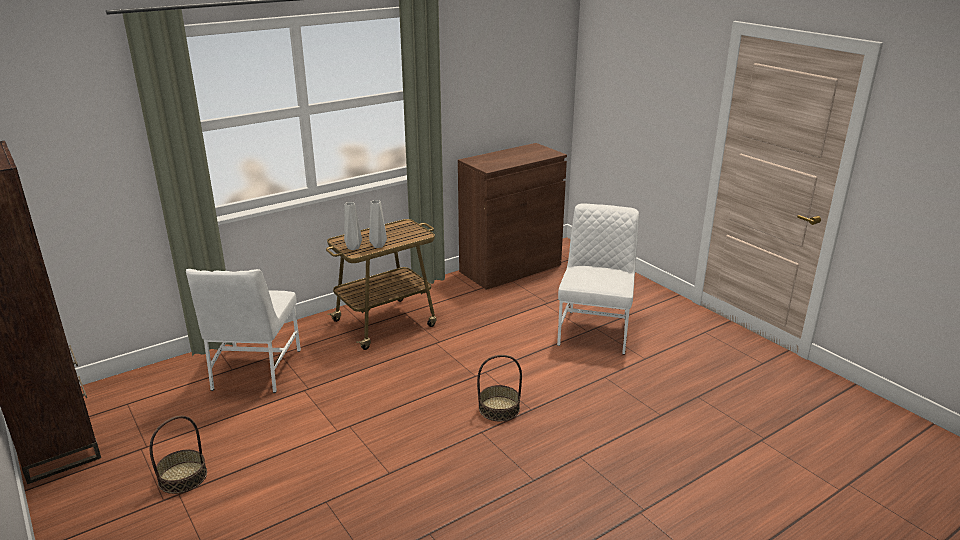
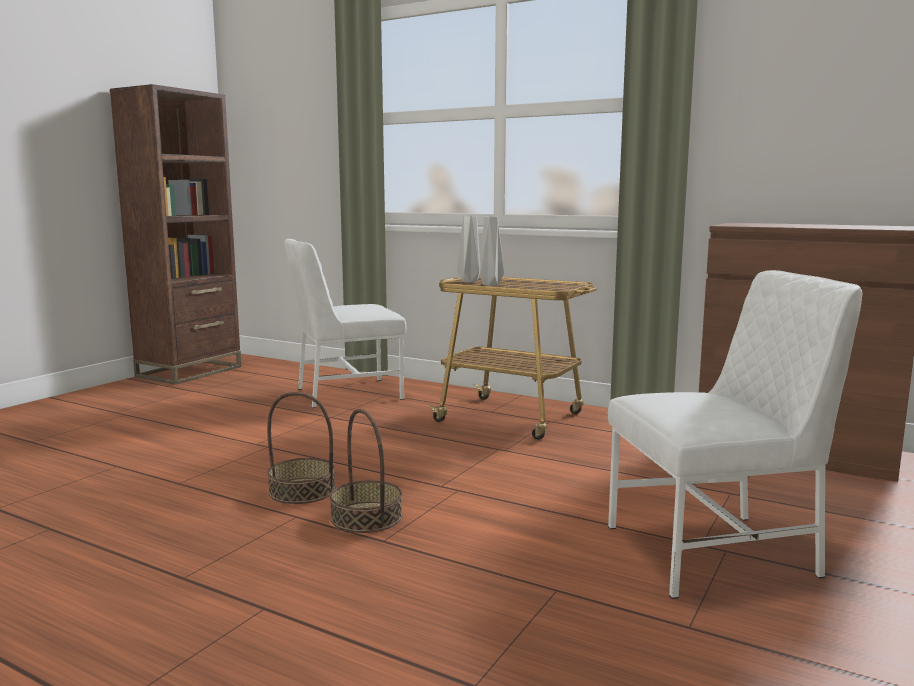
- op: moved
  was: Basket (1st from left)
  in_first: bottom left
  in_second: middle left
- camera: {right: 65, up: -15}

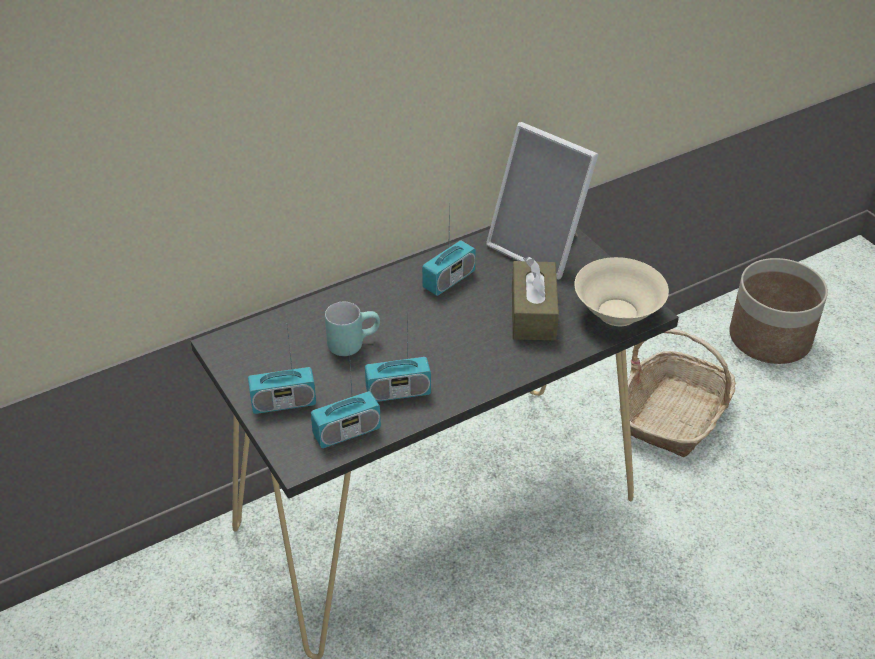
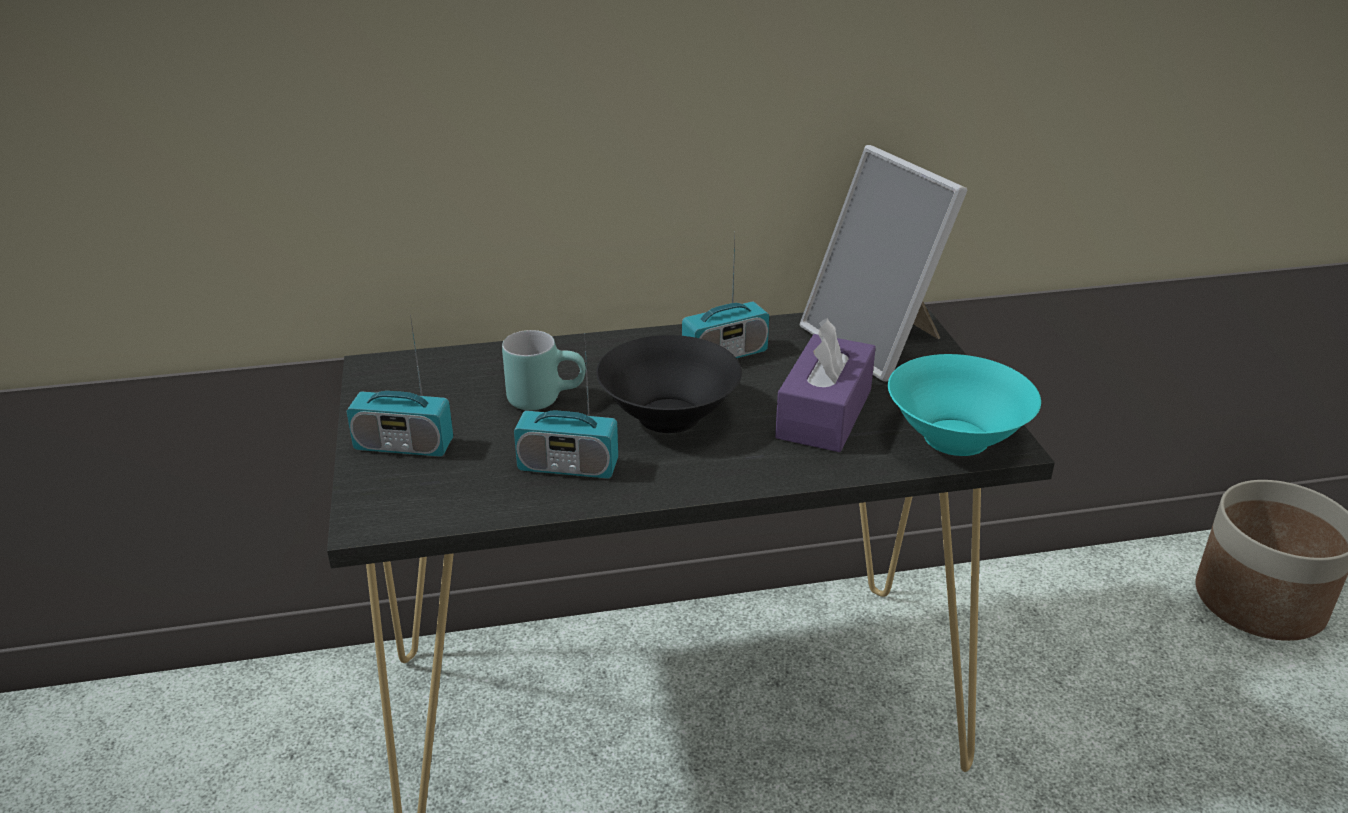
- op: recoloured
  was: BrownTissueBox
  now: PurpleTissueBox
  in_first: centre
  in_second: centre
- op: recoloured
  was: BeigeBowl
  now: TurquoiseBowl
  in_first: middle right
  in_second: middle right
- op: removed
  was: Basket
  in_first: middle right
- op: removed
  was: Radio (2nd from left)
  in_first: centre
- op: added
  now: BlackBowl
  in_second: centre
- camera: {right: 20, up: -10}

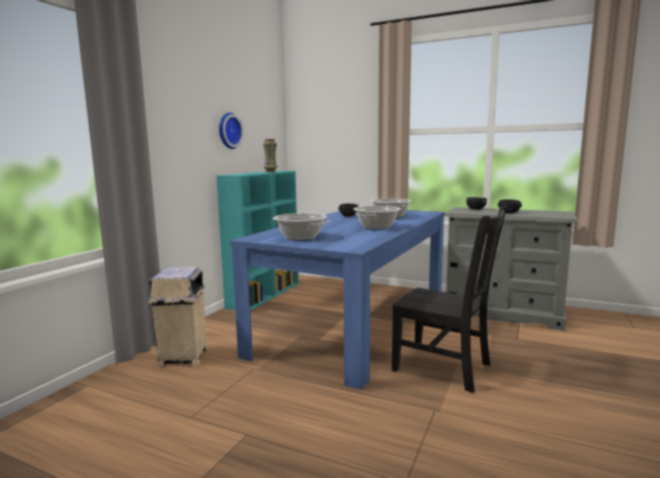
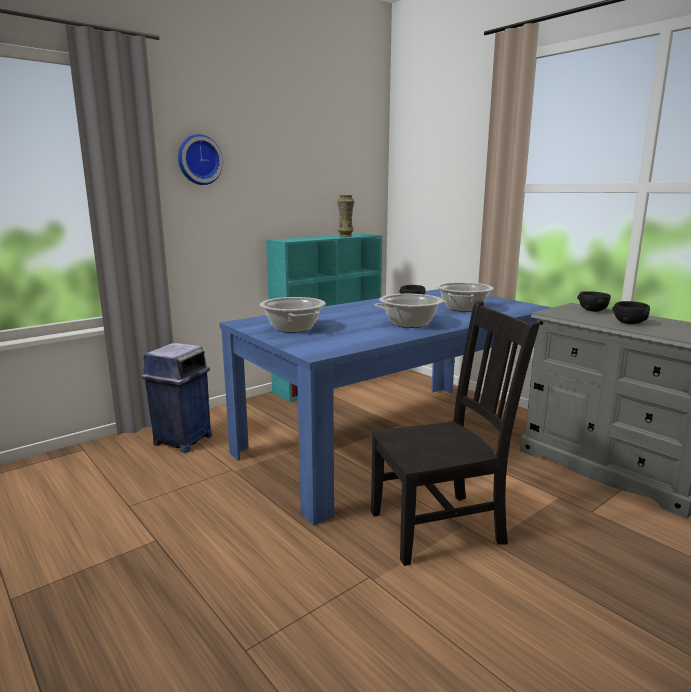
- op: moved
  was: WallClock
  in_first: top centre
  in_second: top left
- op: turned
  was: BlackChair
  in_first: middle right
  in_second: centre
  clockwise: -75
- op: recoloured
  was: BeigeTrashCan
  now: BlueTrashCan
  in_first: middle left
  in_second: middle left
- camera: {right: 25, up: 5}

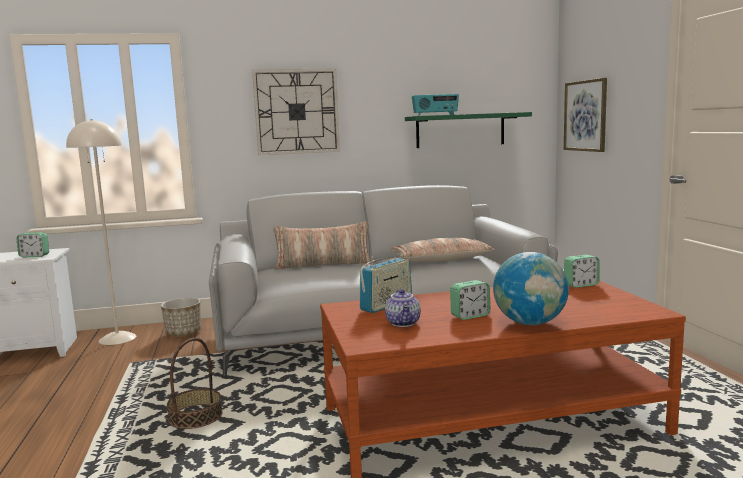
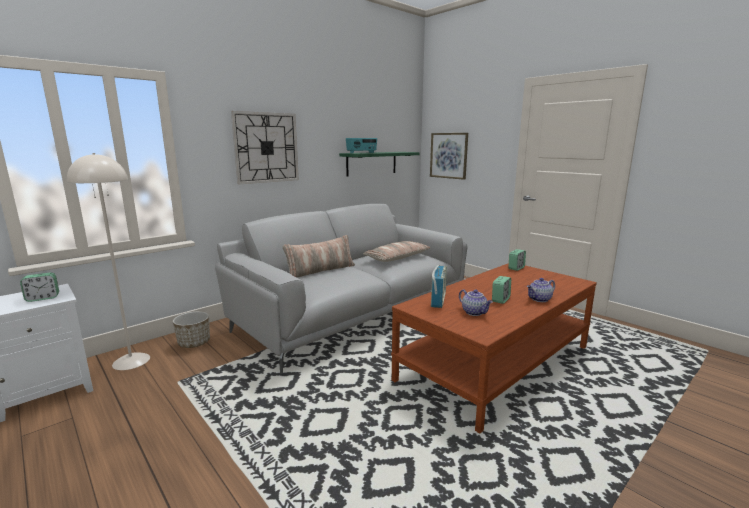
- op: replaced
  was: Globe
  now: Teapot (2nd from left)
  in_first: middle right
  in_second: middle right
- op: removed
  was: Basket
  in_first: bottom left
- camera: {right: -30, up: 5}

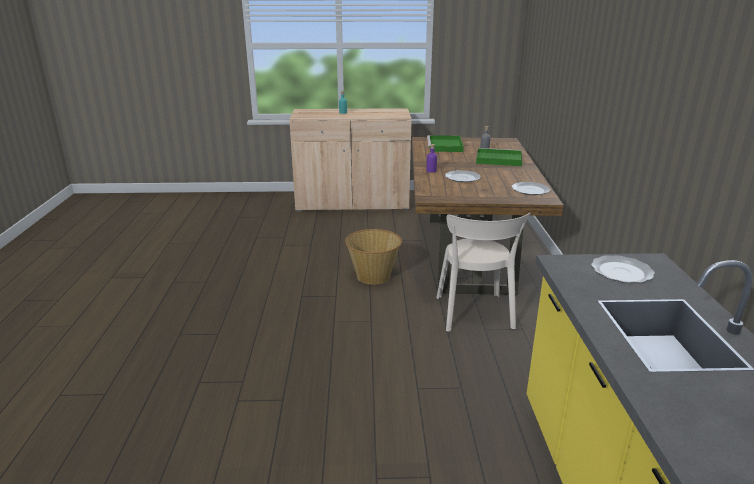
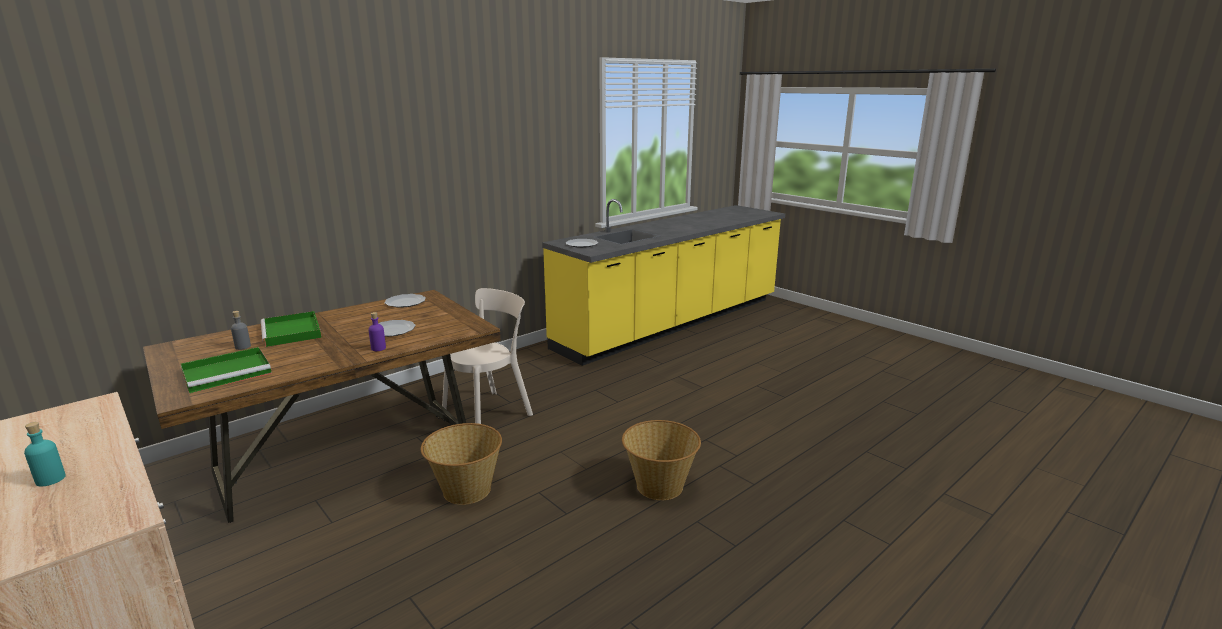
- op: added
  now: Basket (2nd from left)
  in_second: bottom centre
- camera: {right: -130, up: -5}

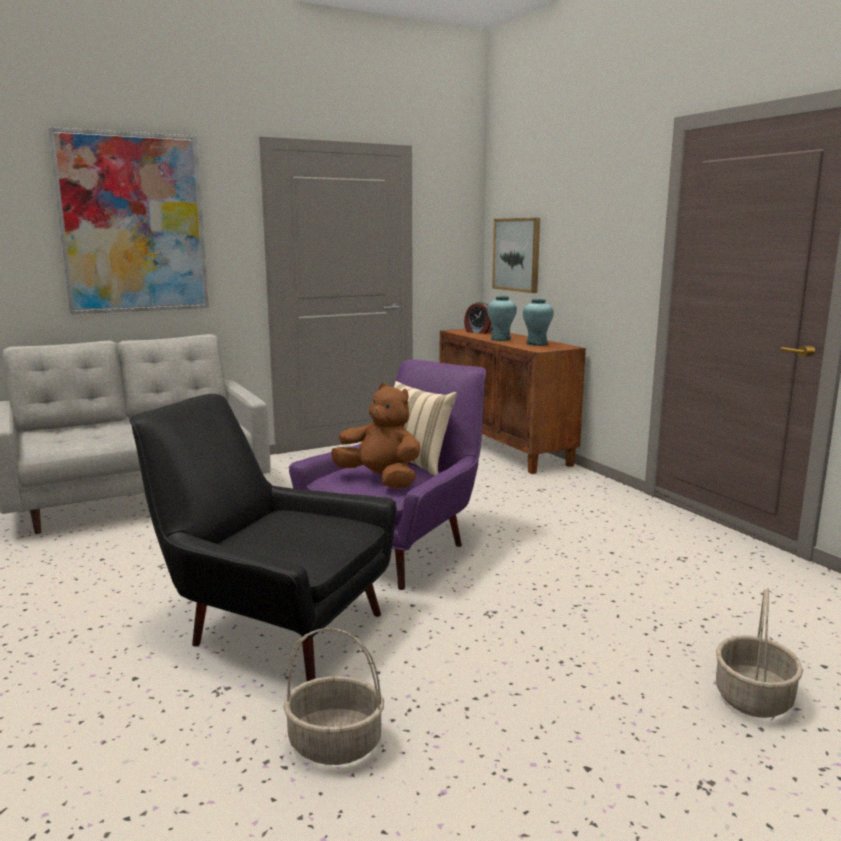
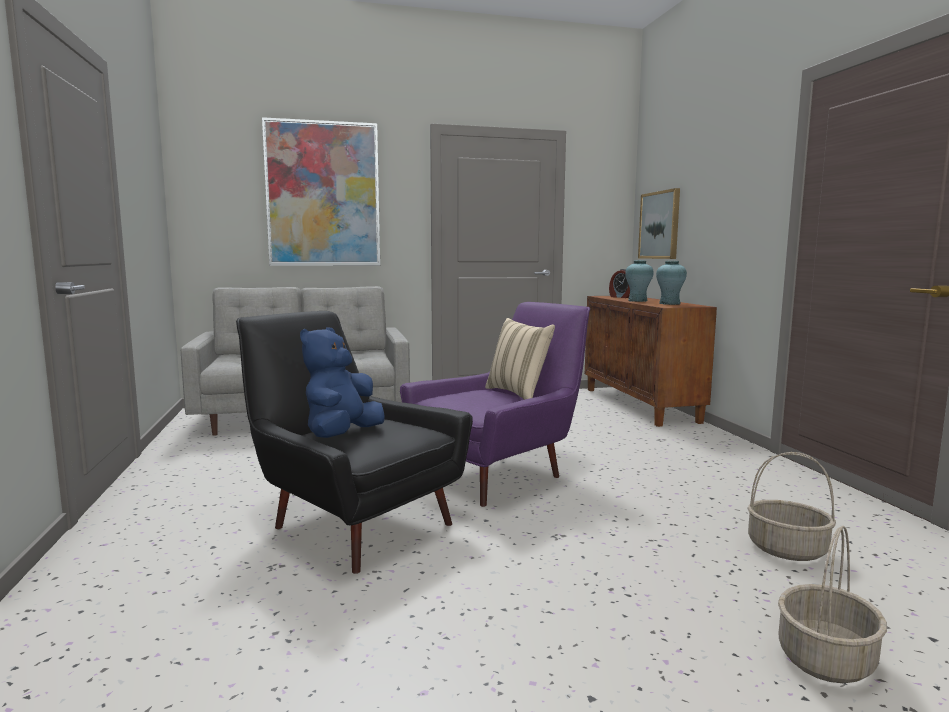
- op: removed
  was: BrownPlushToy
  in_first: centre
- op: moved
  was: Basket (1st from left)
  in_first: bottom centre
  in_second: bottom right
- op: added
  now: BluePlushToy
  in_second: centre
- camera: {right: 15, up: -5}

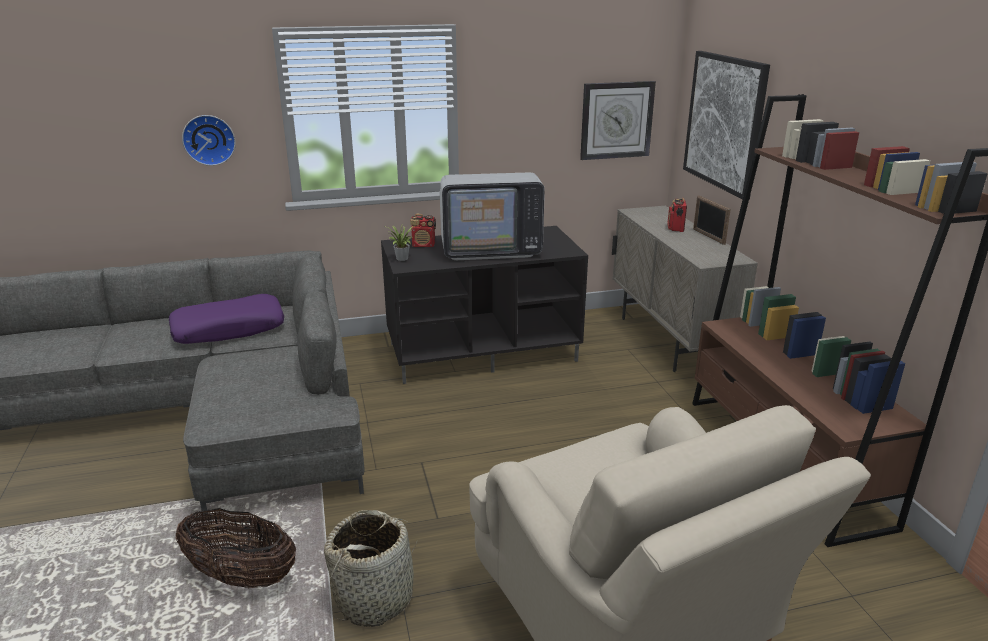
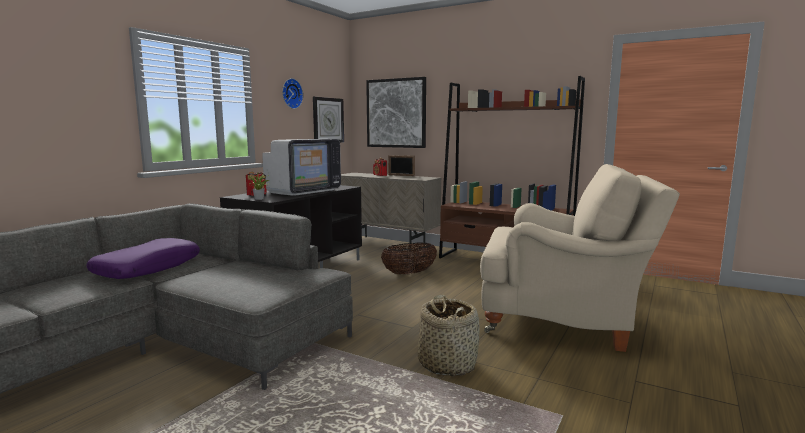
- op: moved
  was: WallClock (1st from left)
  in_first: top left
  in_second: top centre
- op: moved
  was: Basket (1st from left)
  in_first: bottom left
  in_second: centre
- camera: {right: -45, up: -15}

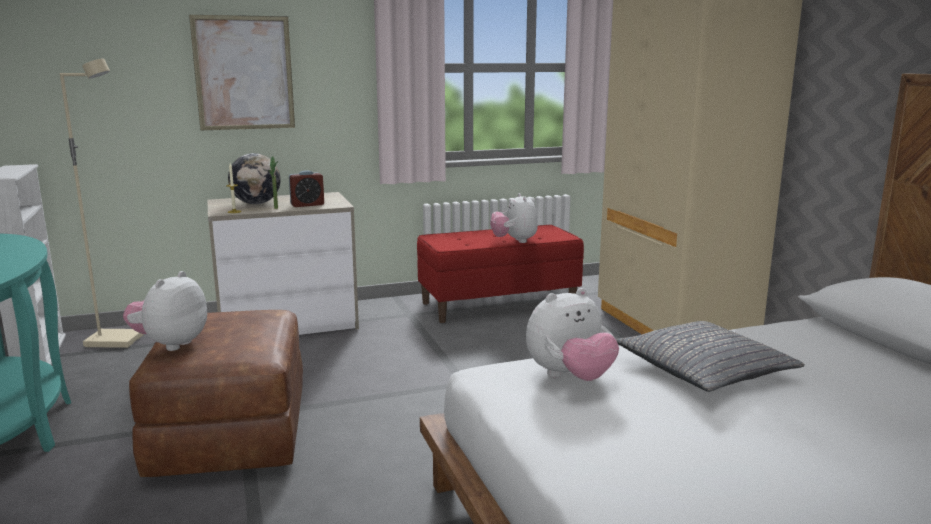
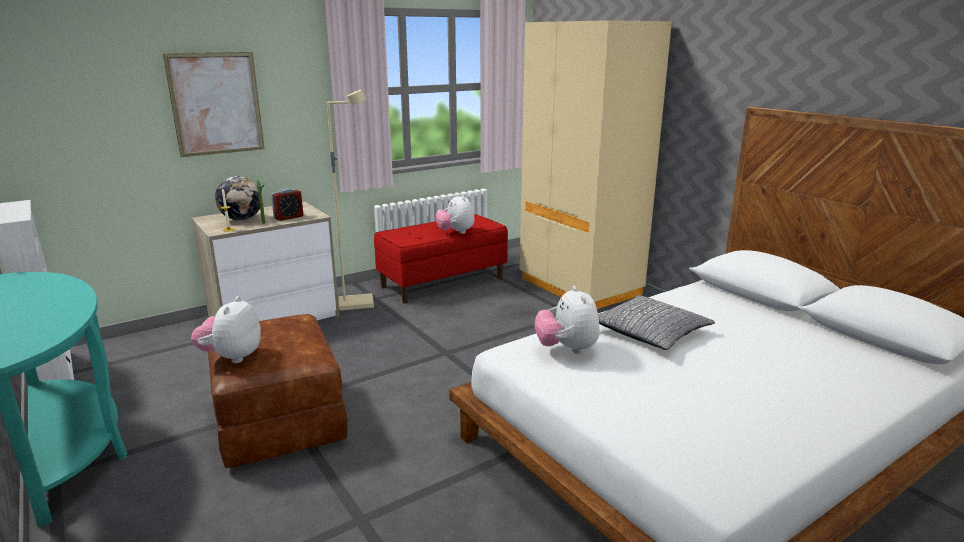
- op: moved
  was: BeigeFloorLamp
  in_first: middle left
  in_second: centre
- op: turned
  was: PlushToy (3rd from left)
  in_first: centre
  in_second: centre
  clockwise: 120
- camera: {right: -15, up: 5}

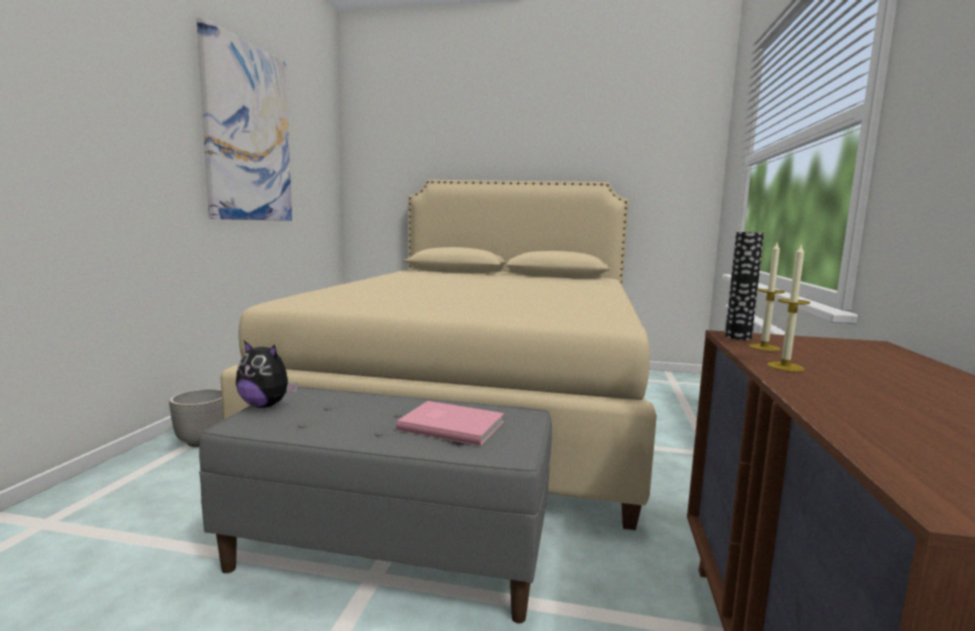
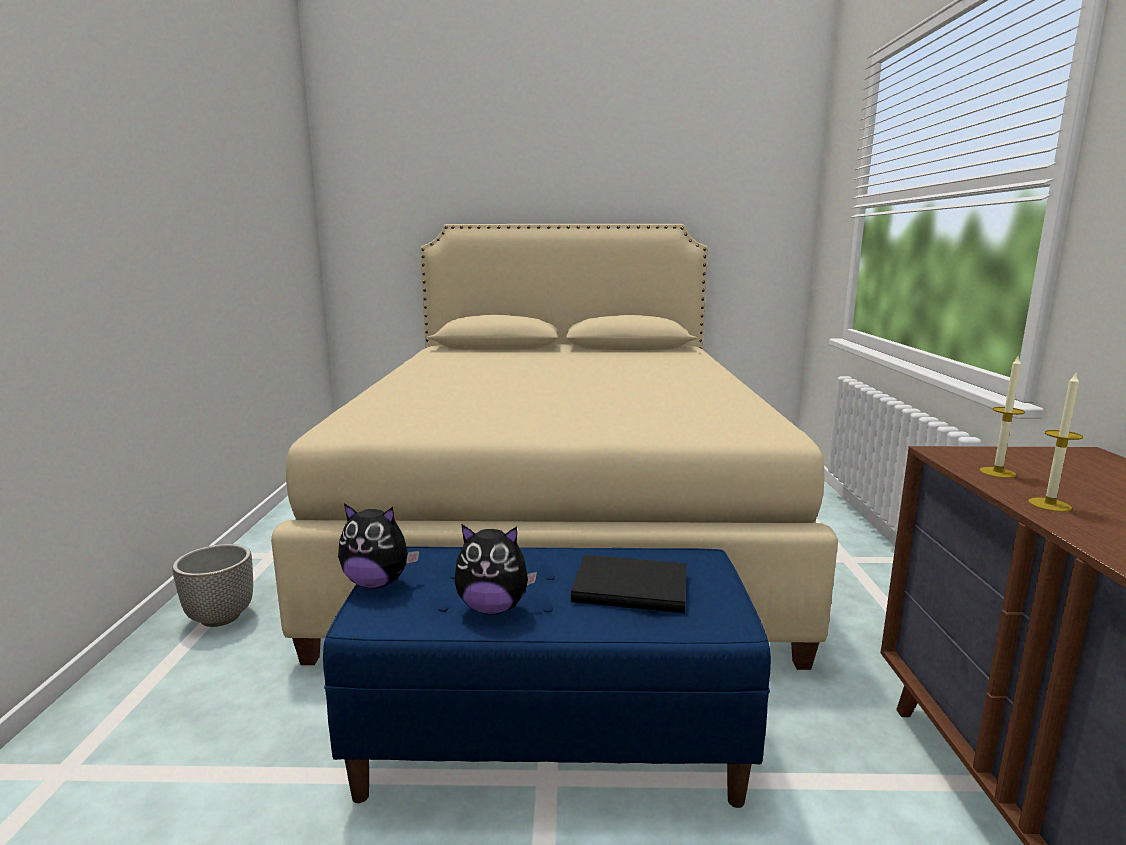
- op: removed
  was: Picture
  in_first: top left
- op: removed
  was: Vase
  in_first: middle right
- op: recoloured
  was: GreyBench
  now: BlueBench
  in_first: bottom centre
  in_second: bottom centre
- op: recoloured
  was: PinkBook
  now: BlackBook
  in_first: bottom centre
  in_second: bottom centre
- op: added
  now: PlushToy (2nd from left)
  in_second: bottom centre
- camera: {right: -10, up: 5}

